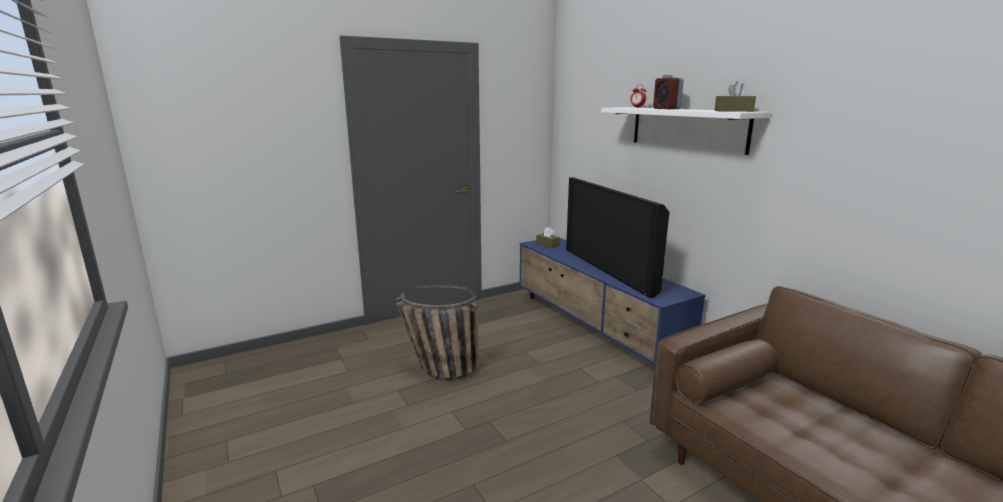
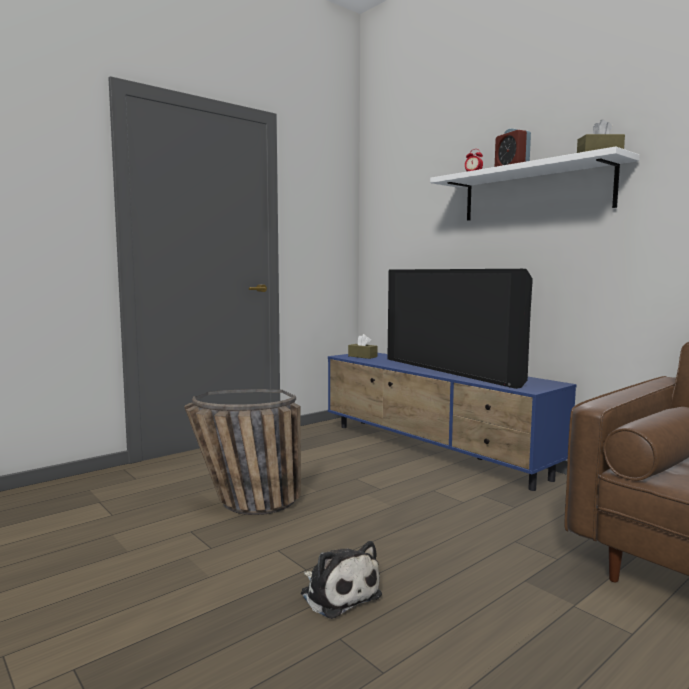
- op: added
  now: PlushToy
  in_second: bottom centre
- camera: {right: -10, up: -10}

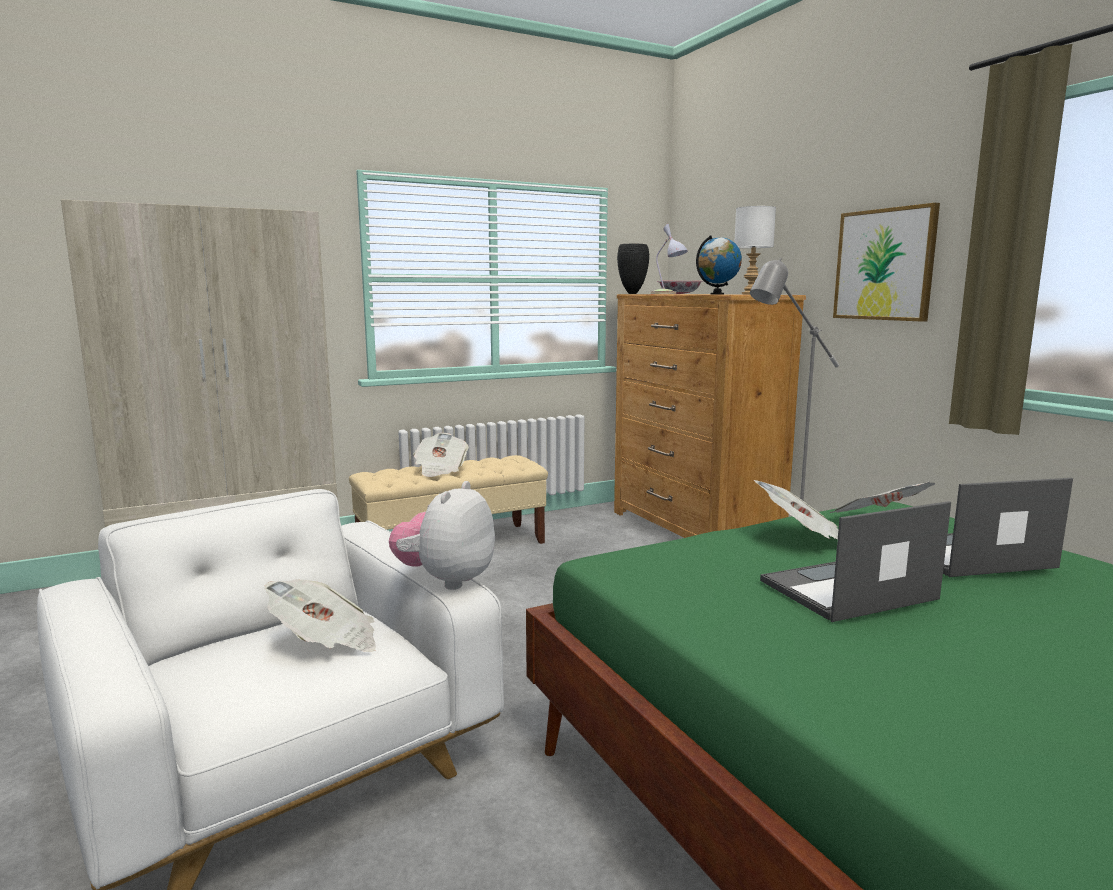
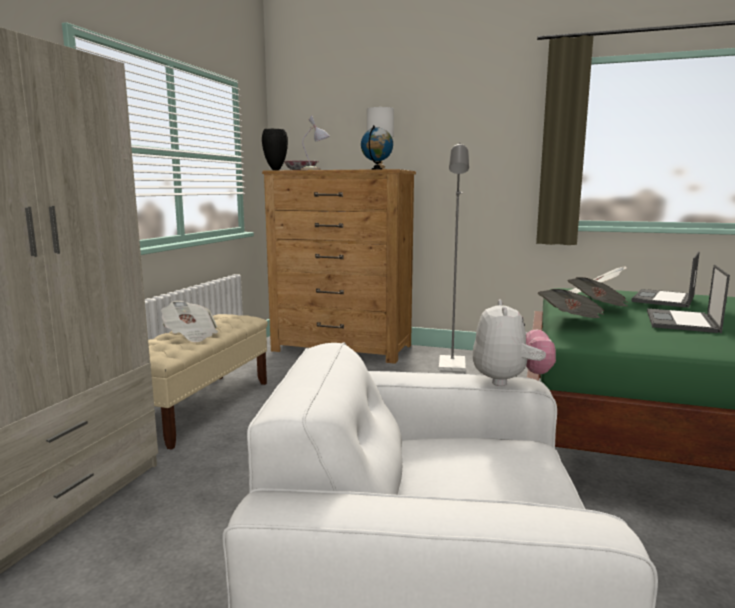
- op: removed
  was: Picture
  in_first: top right
- op: turned
  was: PlushToy
  in_first: centre
  in_second: middle right
  clockwise: -150
- op: moved
  was: Newspaper (1st from left in the first image)
  now: Newspaper (2nd from left)
  in_first: bottom left
  in_second: middle right
- camera: {right: -45, up: 0}

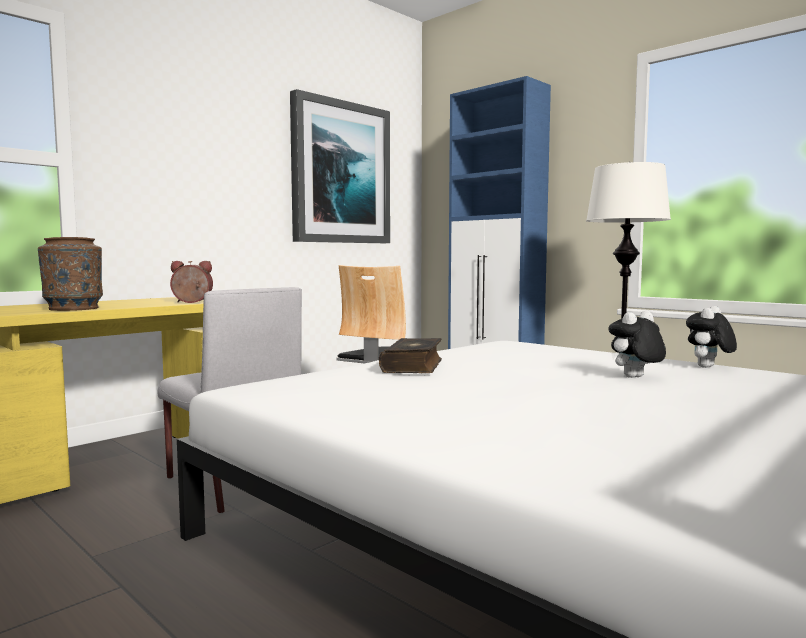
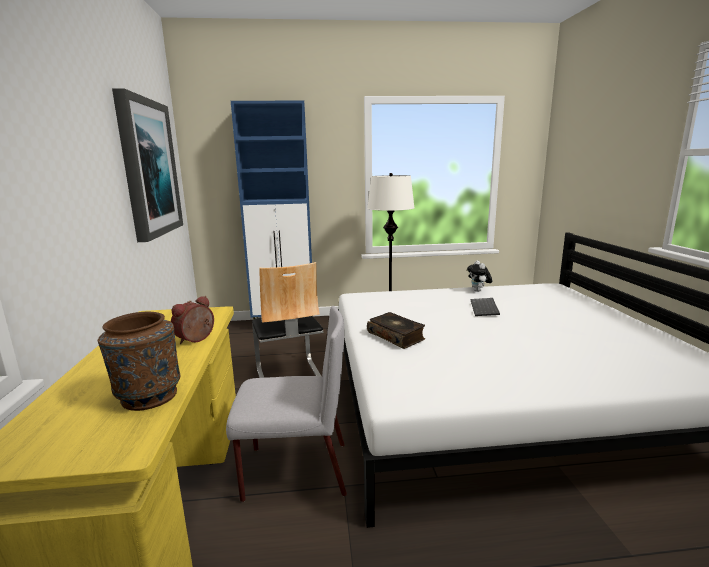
- op: replaced
  was: PlushToy (1st from left)
  now: Keyboard
  in_first: middle right
  in_second: middle right
- camera: {right: -50, up: 10}

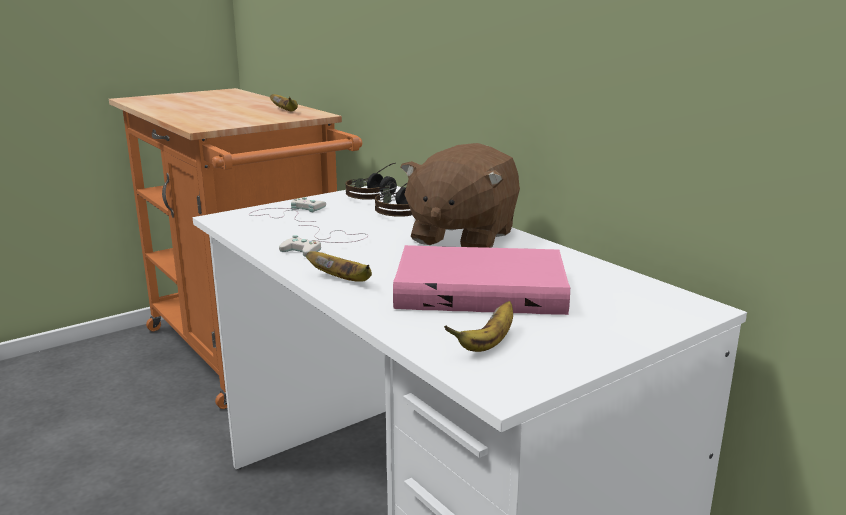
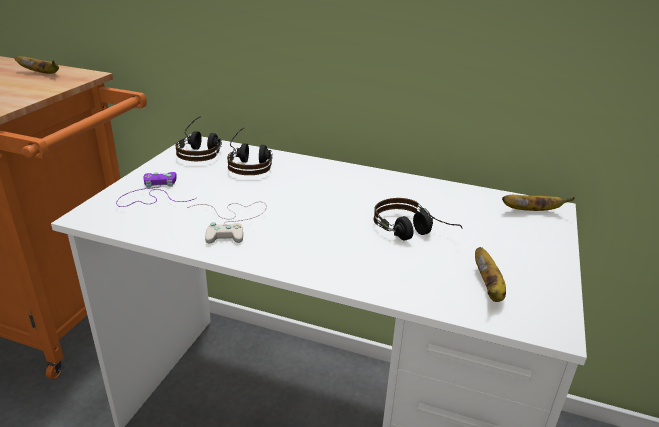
- op: removed
  was: BrownPlushToy
  in_first: centre
- op: recoloured
  was: WhiteGameController (1st from left)
  now: PurpleGameController
  in_first: centre
  in_second: middle left
- op: replaced
  was: PinkBook
  now: Headphones (3rd from left)
  in_first: centre
  in_second: centre
- op: moved
  was: Banana (2nd from left in the first image)
  now: Banana (3rd from left)
  in_first: centre
  in_second: middle right
- camera: {right: -35, up: 10}

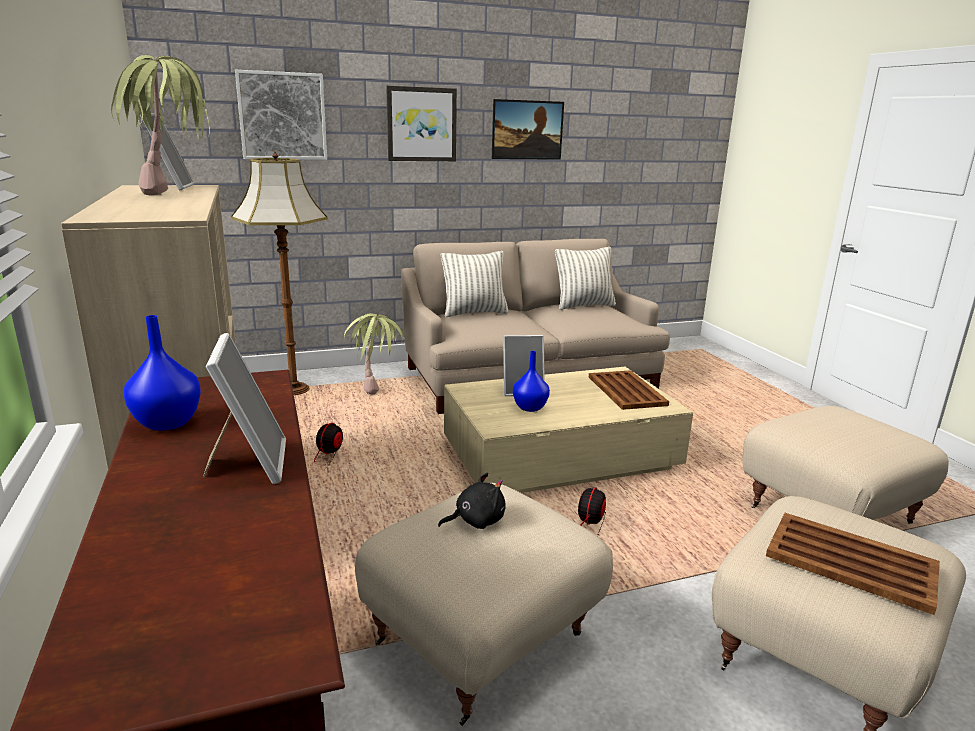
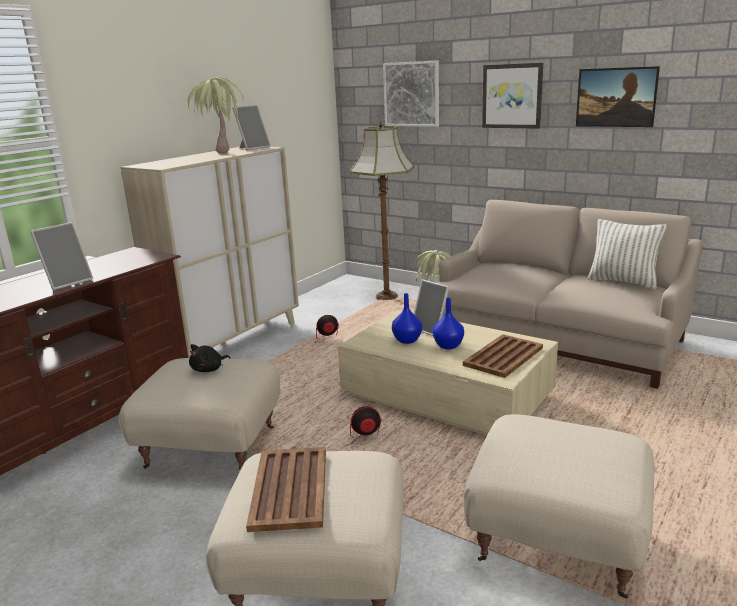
- op: removed
  was: Pillow (1st from left)
  in_first: centre
- op: moved
  was: BlueVase (1st from left in the first image)
  now: BlueVase (2nd from left)
  in_first: middle left
  in_second: centre
- op: turned
  was: BlackPlushToy
  in_first: bottom centre
  in_second: middle left
  clockwise: 105
- camera: {right: 55, up: 0}

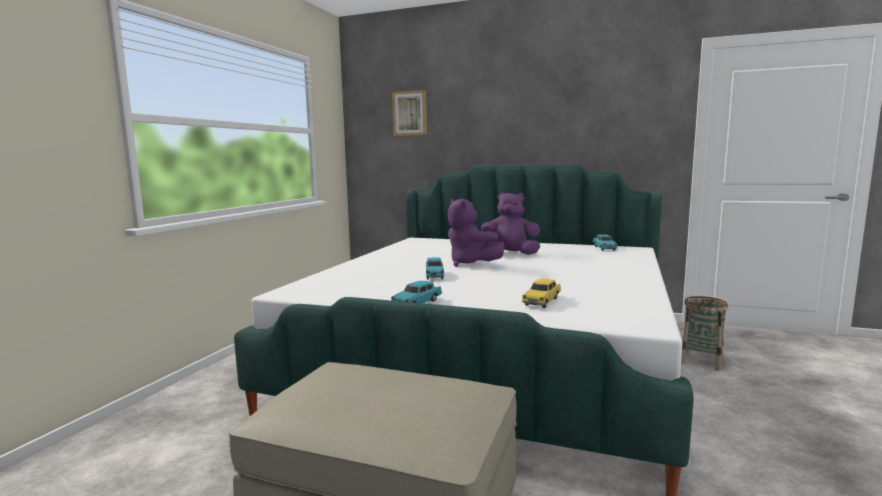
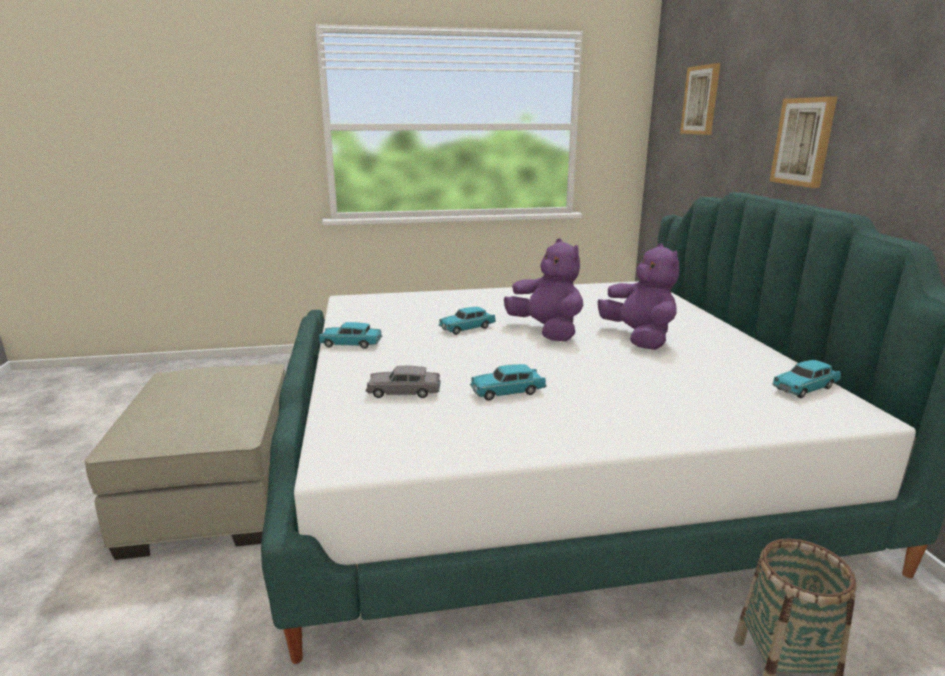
- op: turned
  was: PurplePlushToy (1st from left)
  in_first: centre
  in_second: centre
  clockwise: 120
- op: recoloured
  was: YellowToyCar
  now: GreyToyCar
  in_first: centre
  in_second: centre
- op: added
  now: Picture (2nd from left)
  in_second: top right
- op: added
  now: TurquoiseToyCar (3rd from left)
  in_second: centre
- camera: {right: 60, up: 10}

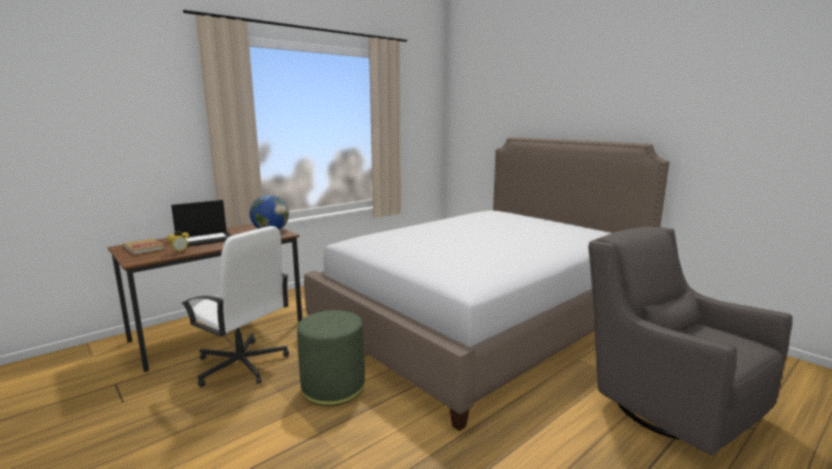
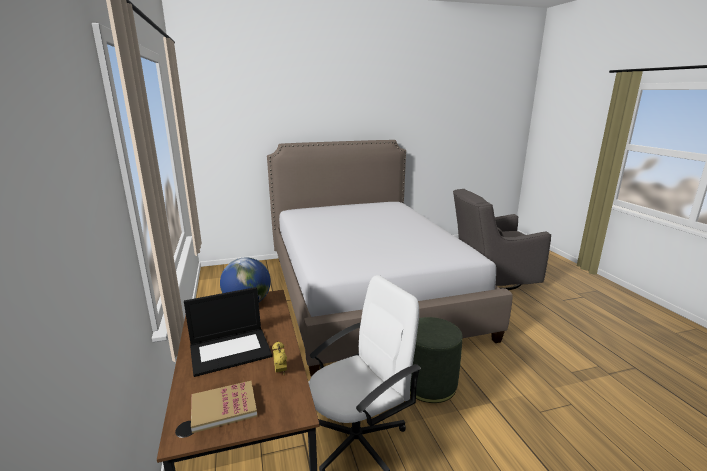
- op: turned
  was: Laptop
  in_first: middle left
  in_second: bottom left
  clockwise: 75
- camera: {right: -65, up: 5}

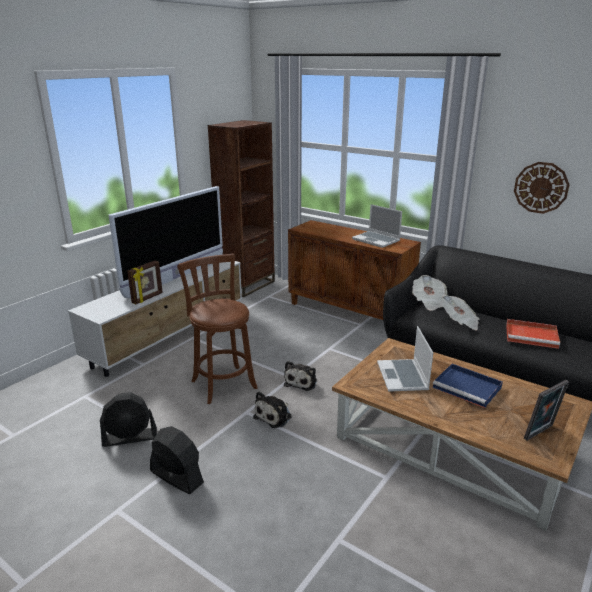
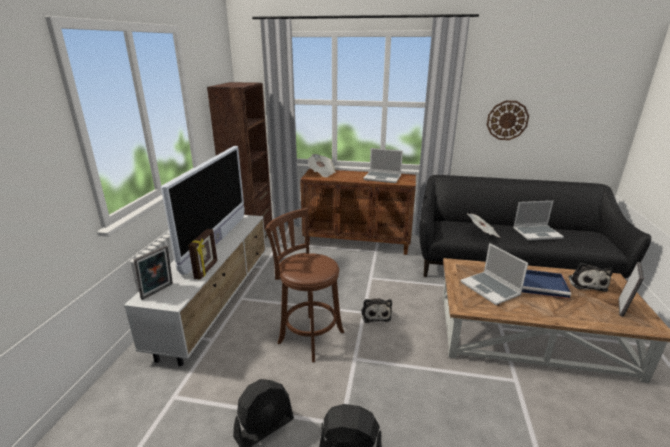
- op: moved
  was: Newspaper (1st from left)
  in_first: middle right
  in_second: centre
- op: replaced
  was: RedTray
  now: Laptop (3rd from left)
  in_first: middle right
  in_second: middle right
- op: moved
  was: PlushToy (1st from left in the first image)
  now: PlushToy (2nd from left)
  in_first: bottom centre
  in_second: middle right
- op: added
  now: PictureFrame (1st from left)
  in_second: middle left
- camera: {right: -25, up: 0}

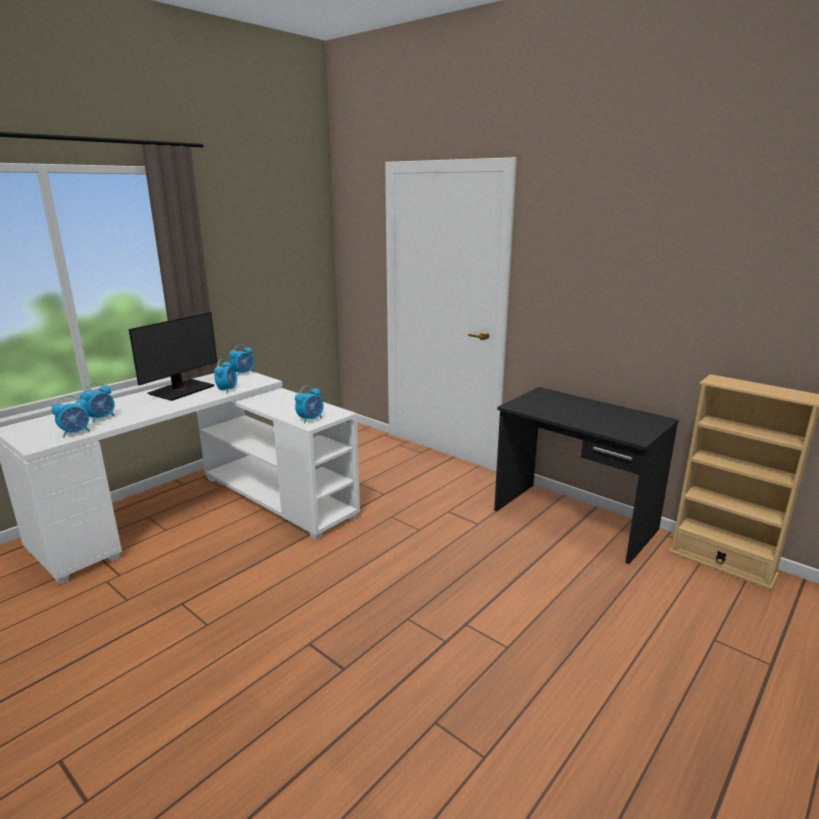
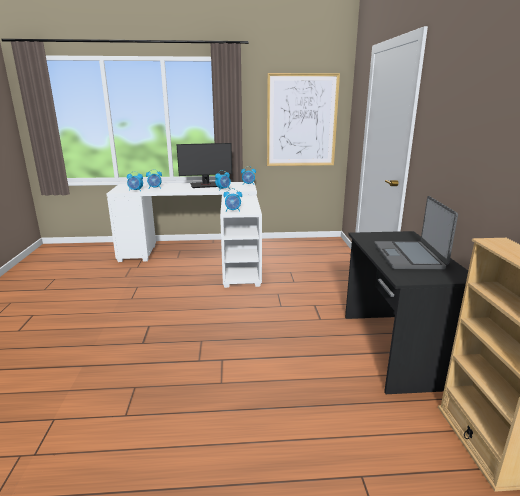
- op: added
  now: Picture
  in_second: top centre
- op: added
  now: Laptop
  in_second: middle right
- camera: {right: 45, up: 0}

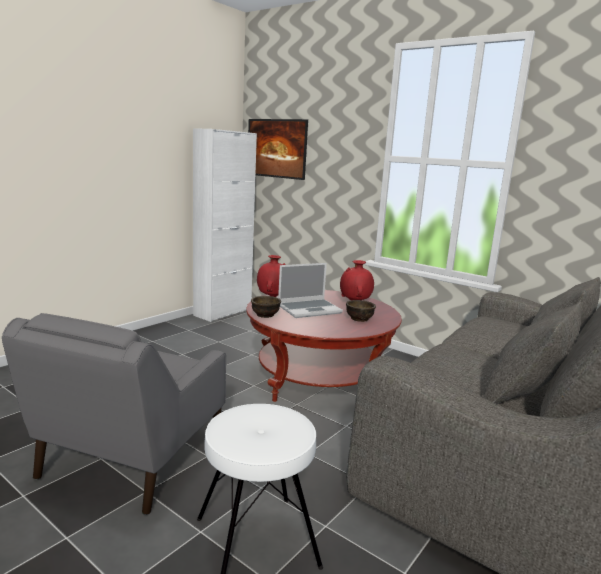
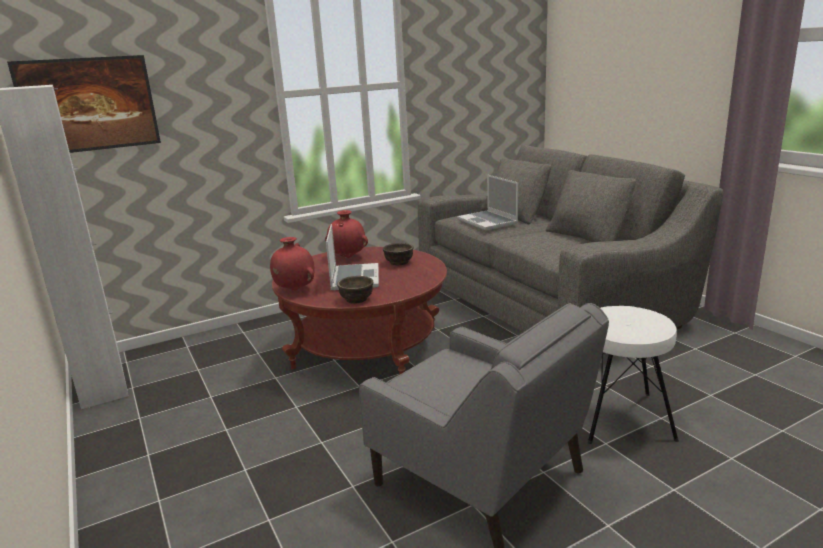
- op: added
  now: Laptop (2nd from left)
  in_second: centre
- camera: {right: -65, up: 5}

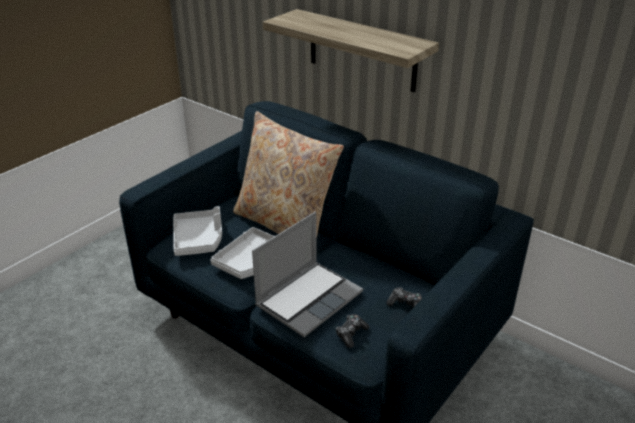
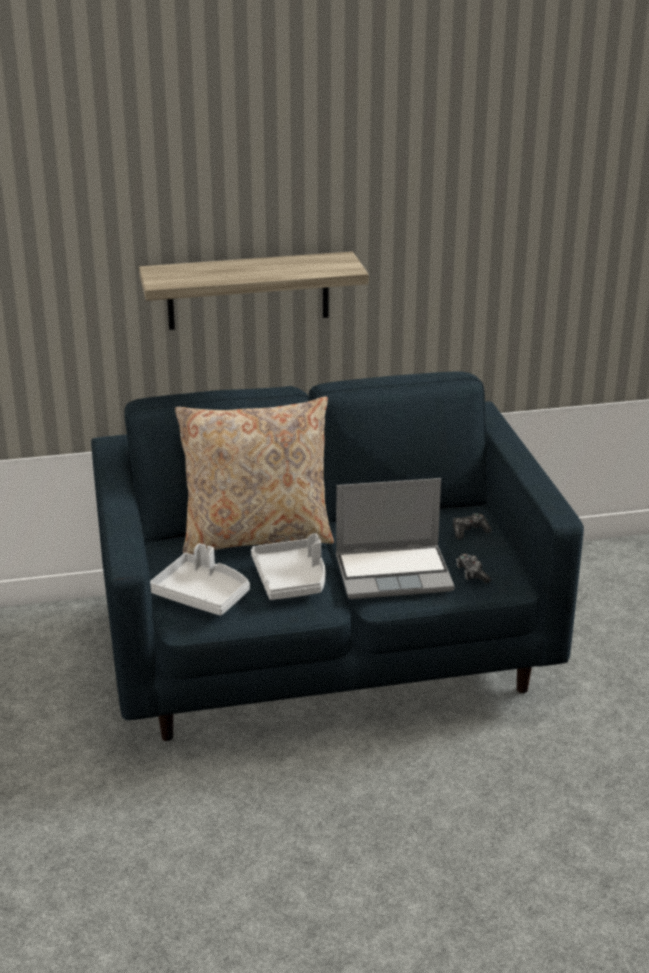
- op: turned
  was: Laptop
  in_first: centre
  in_second: centre
  clockwise: 90
- camera: {right: -50, up: -5}

